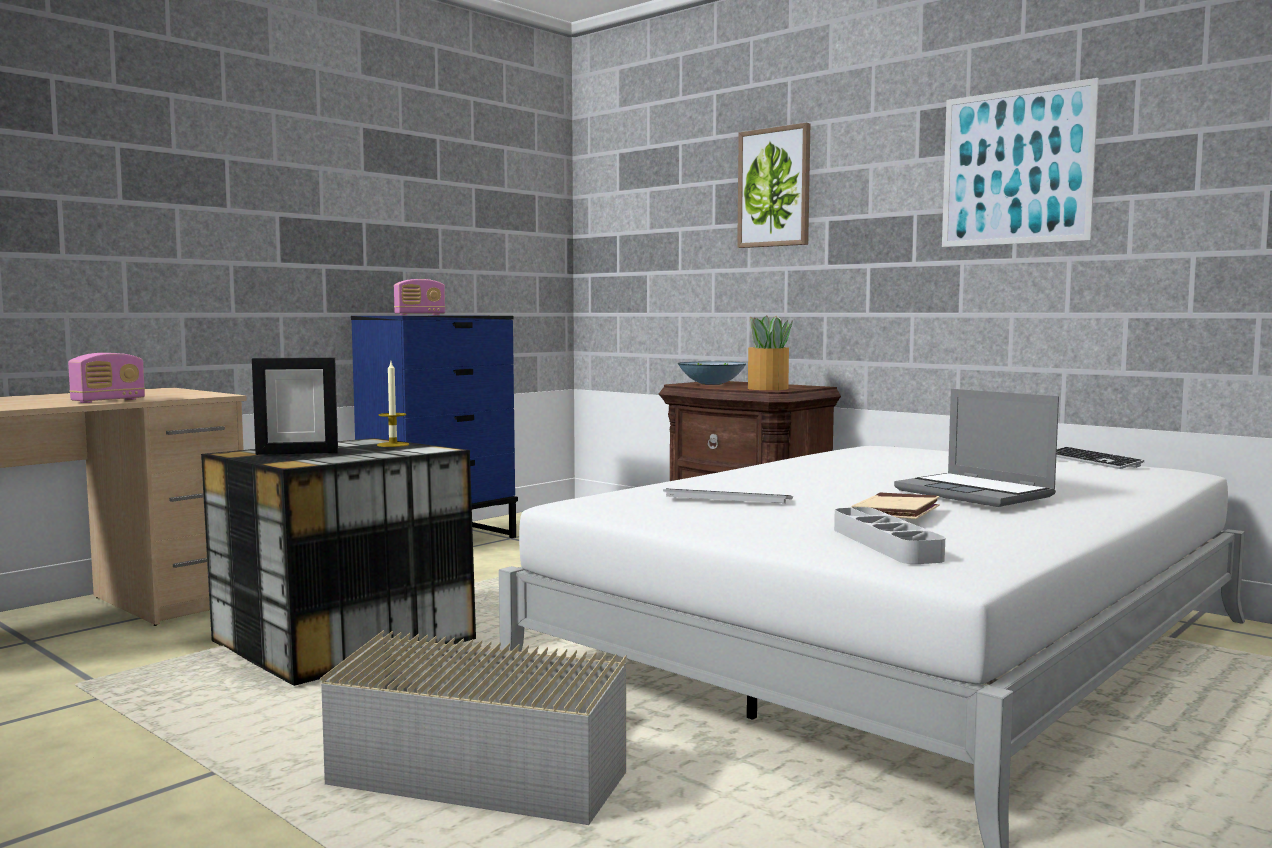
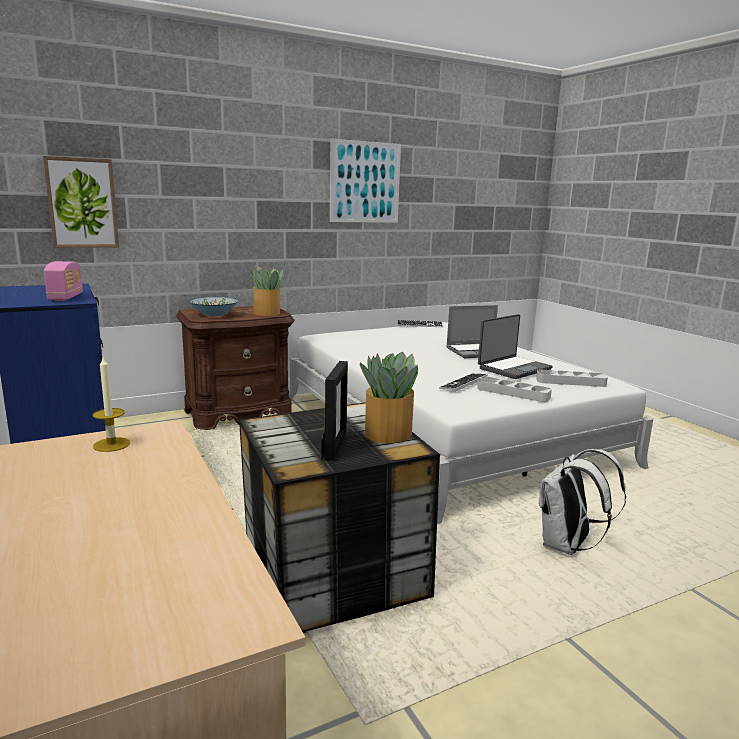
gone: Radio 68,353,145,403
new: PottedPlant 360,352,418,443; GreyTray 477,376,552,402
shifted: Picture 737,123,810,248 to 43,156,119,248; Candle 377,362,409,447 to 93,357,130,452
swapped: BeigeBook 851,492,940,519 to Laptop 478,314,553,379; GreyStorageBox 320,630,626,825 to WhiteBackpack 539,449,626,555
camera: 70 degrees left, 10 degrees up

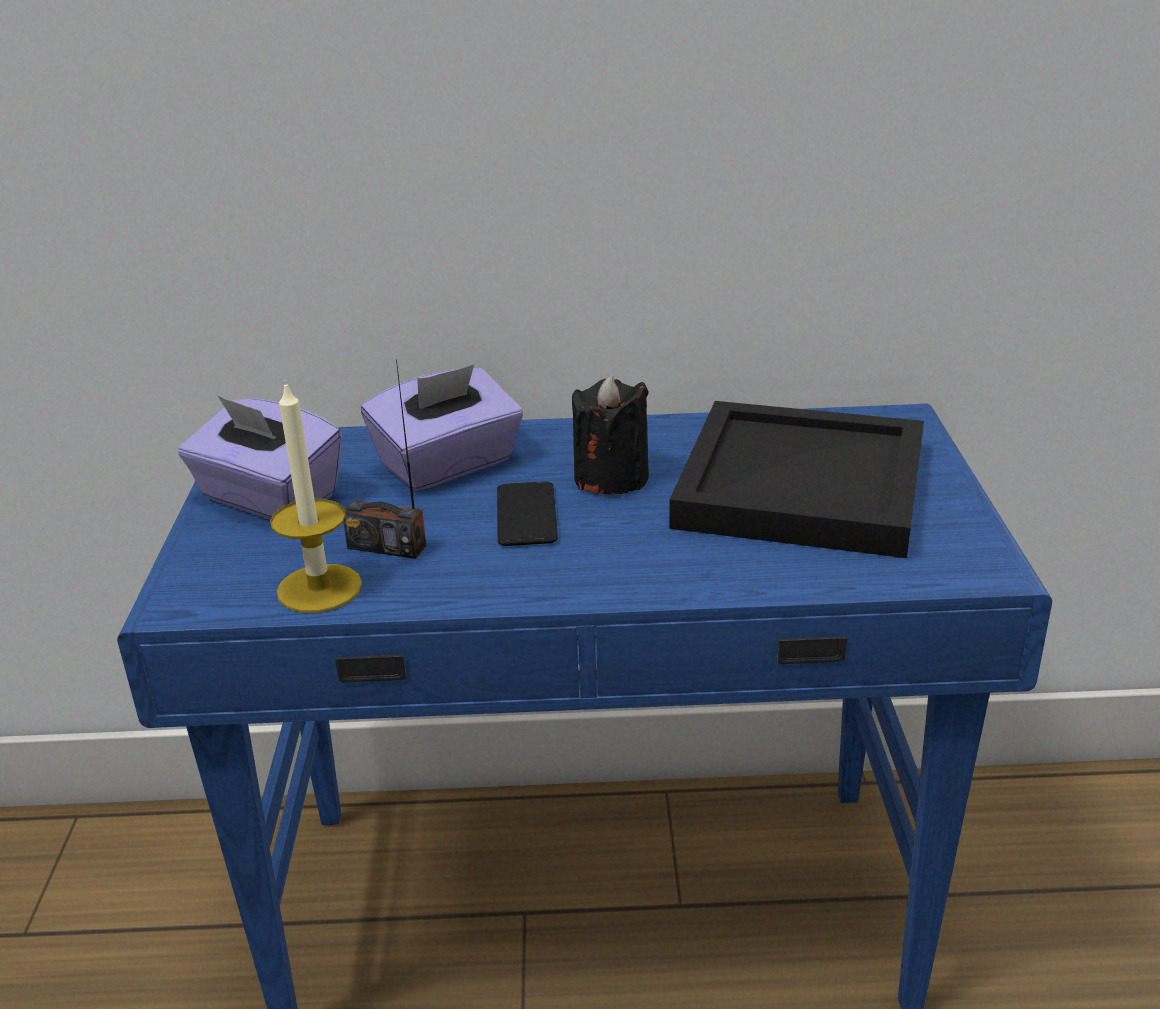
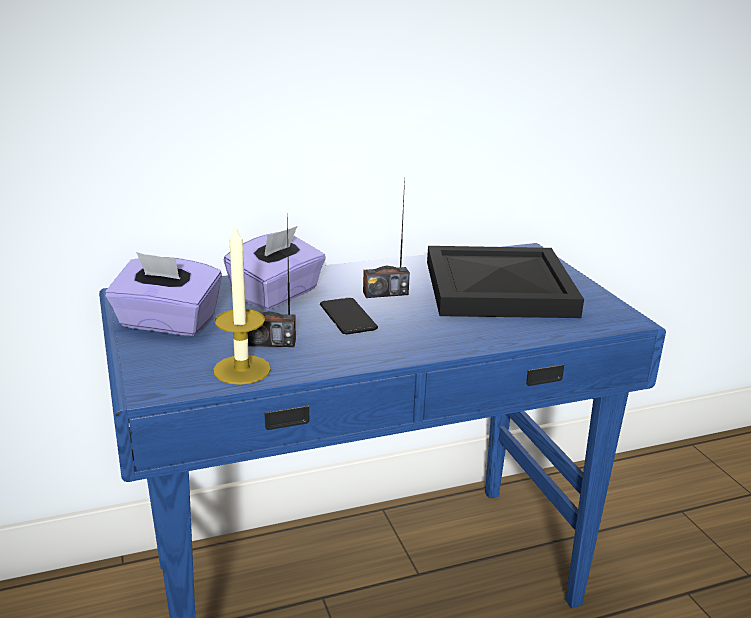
swapped: BlackCandle 572,375,649,495 to Radio 363,178,410,298
camera: 20 degrees left, 5 degrees down

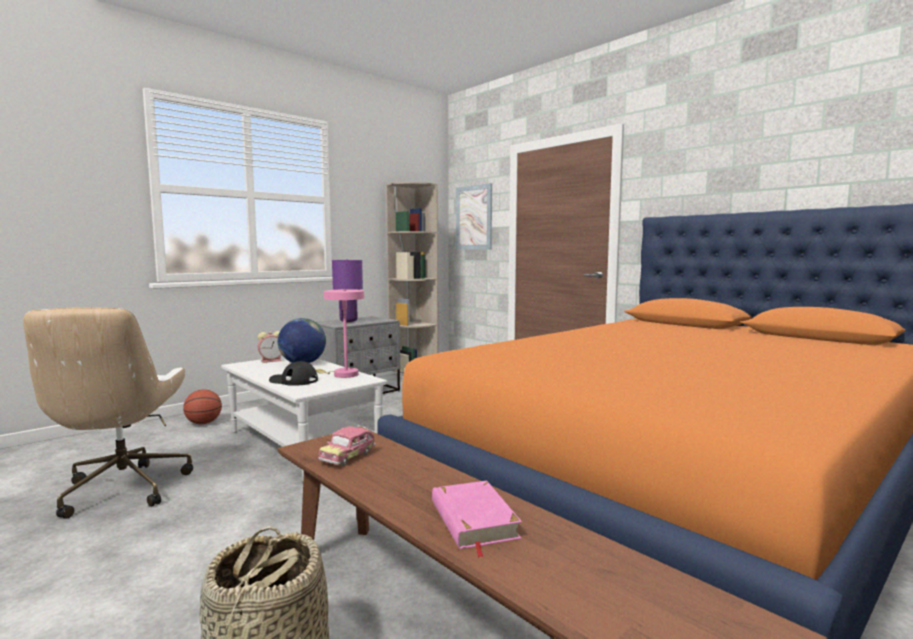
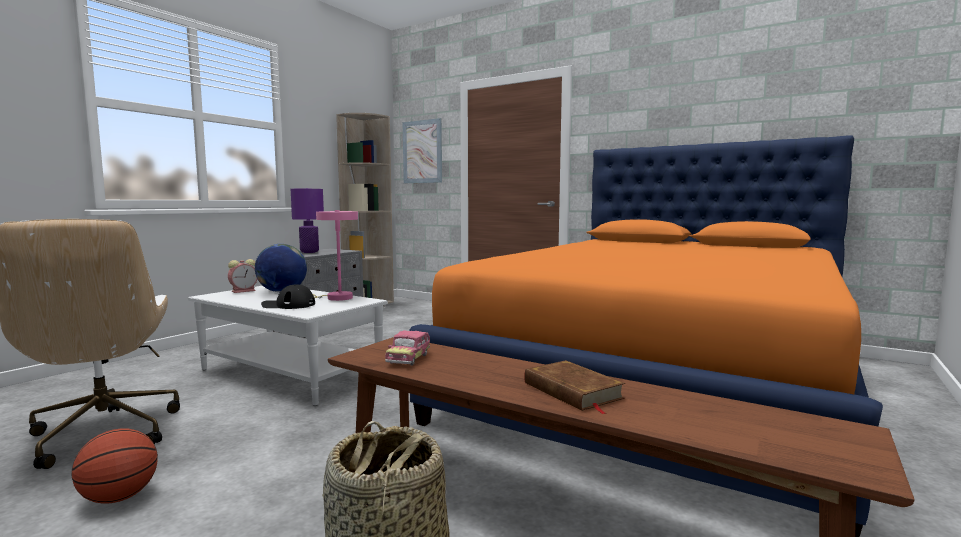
shifted: Basketball 183,389,222,424 to 72,428,158,504
repainted: PinkBook 432,481,522,558 to BrownBook 524,360,625,414
camera: 15 degrees left, 0 degrees up

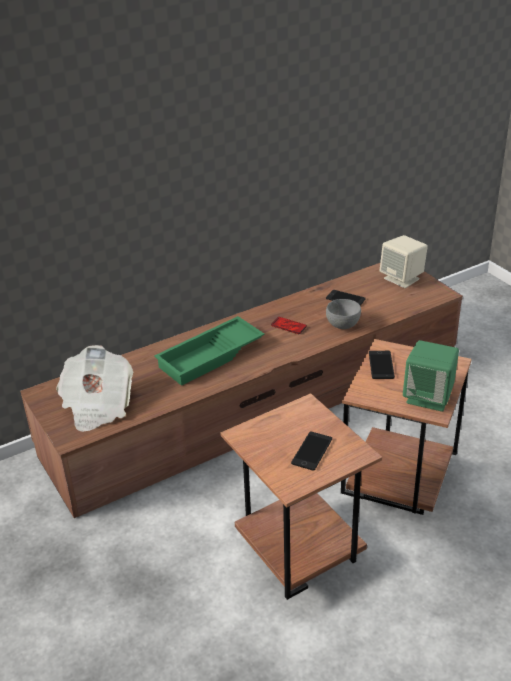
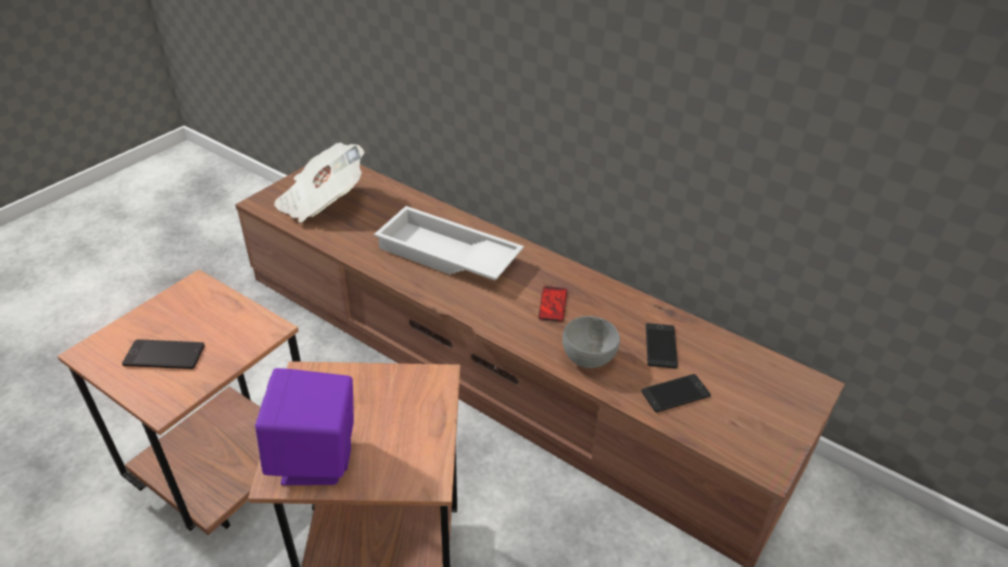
gone: BeigeSpeaker 379,235,428,288
shifted: Phone 369,351,395,379 to 641,374,711,413
repainted: GreenTray 154,316,265,386 to WhiteTray 374,206,524,280; GreenSpeaker 403,340,459,412 to PurpleSpeaker 255,368,354,485
camera: 65 degrees right, 5 degrees up

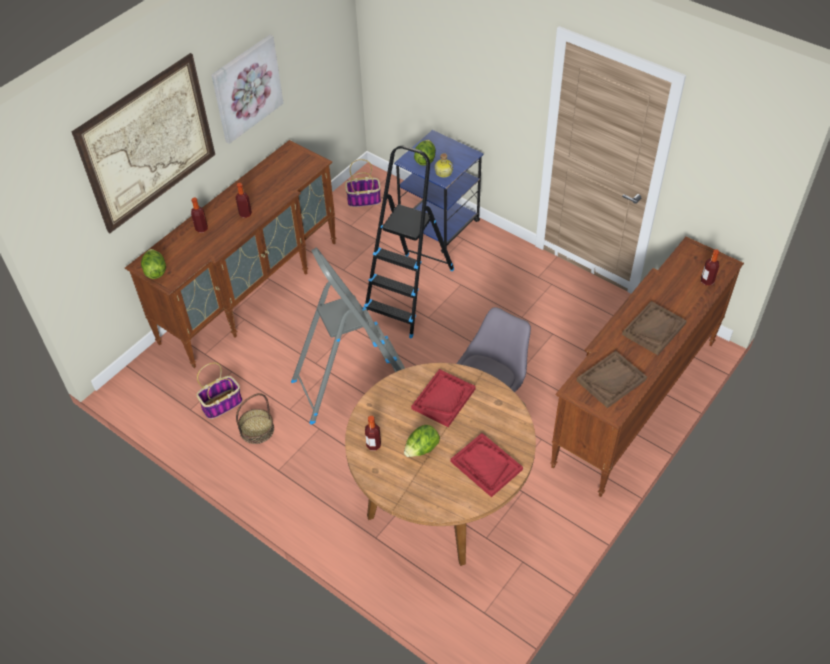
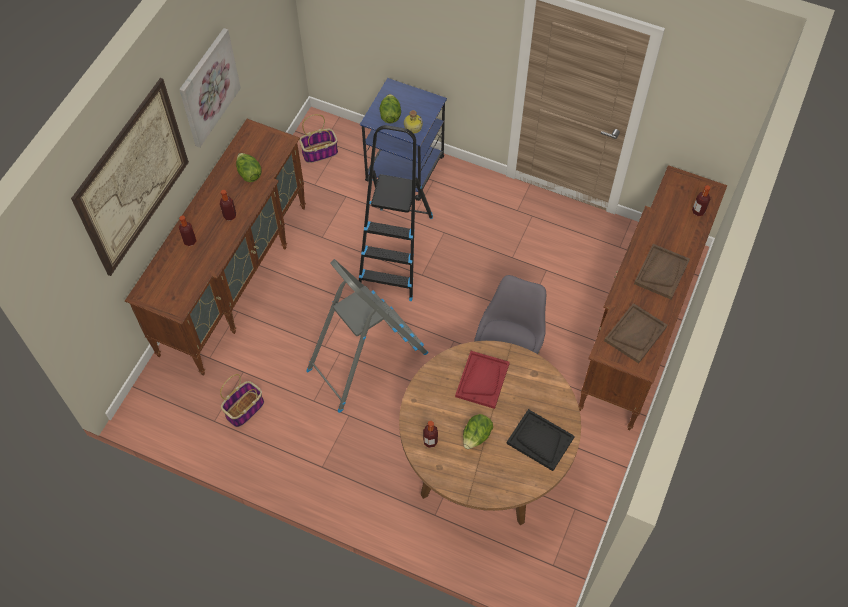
gone: Basket 236,393,274,444
shifted: Lettuce 141,249,166,279 to 236,153,262,182
repainted: RedTray 451,433,523,497 to BlackTray 506,409,575,471
camera: 15 degrees left, 10 degrees up

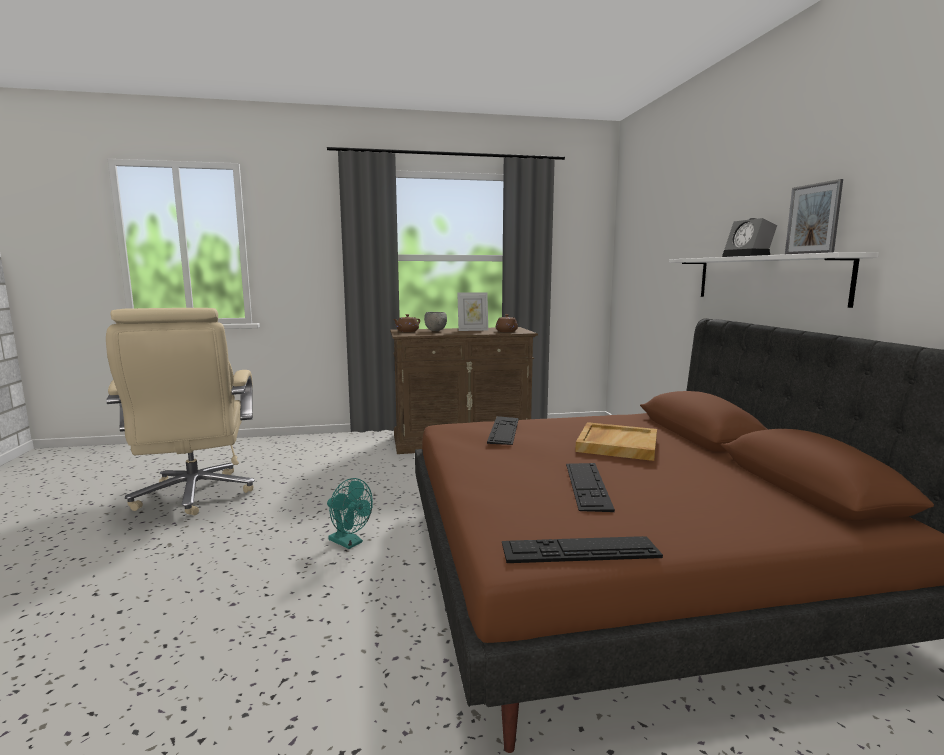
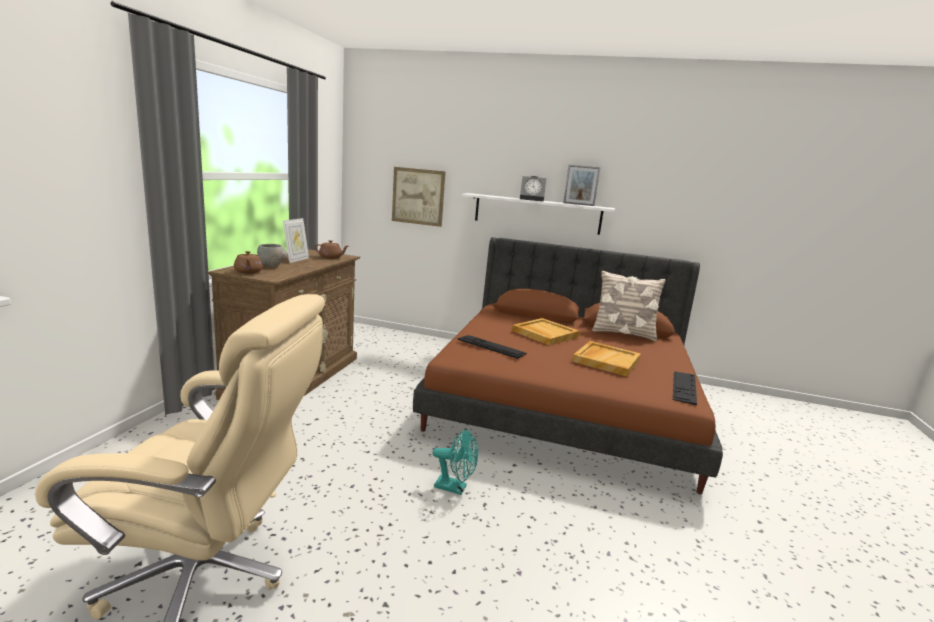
new: Picture 392,167,446,227; BeigePillow 592,271,665,341
swapped: Keyboard 566,463,615,512 to BeigeTray 572,341,641,377
rotated: TurquoiseFan 327,478,373,549 = 432,429,478,495 45 degrees clockwise
camera: 65 degrees left, 5 degrees up

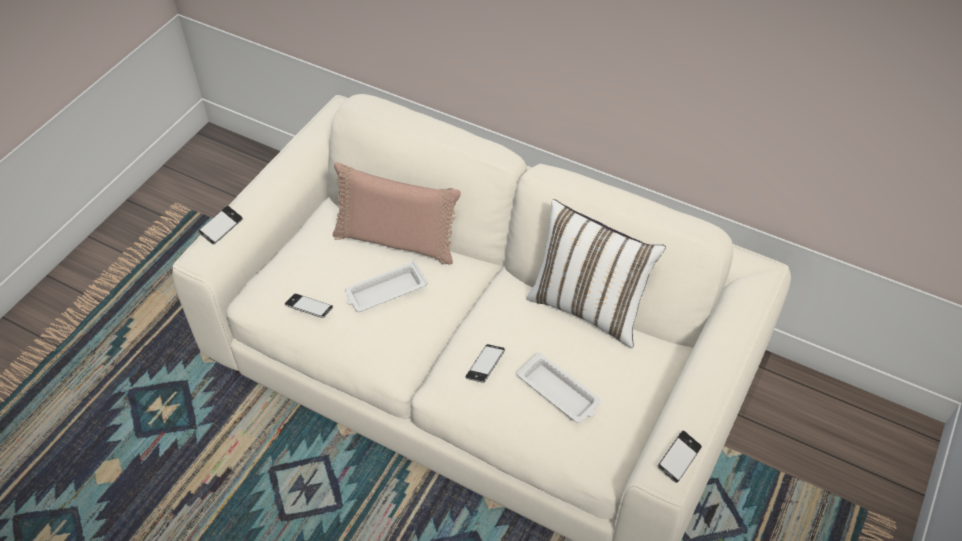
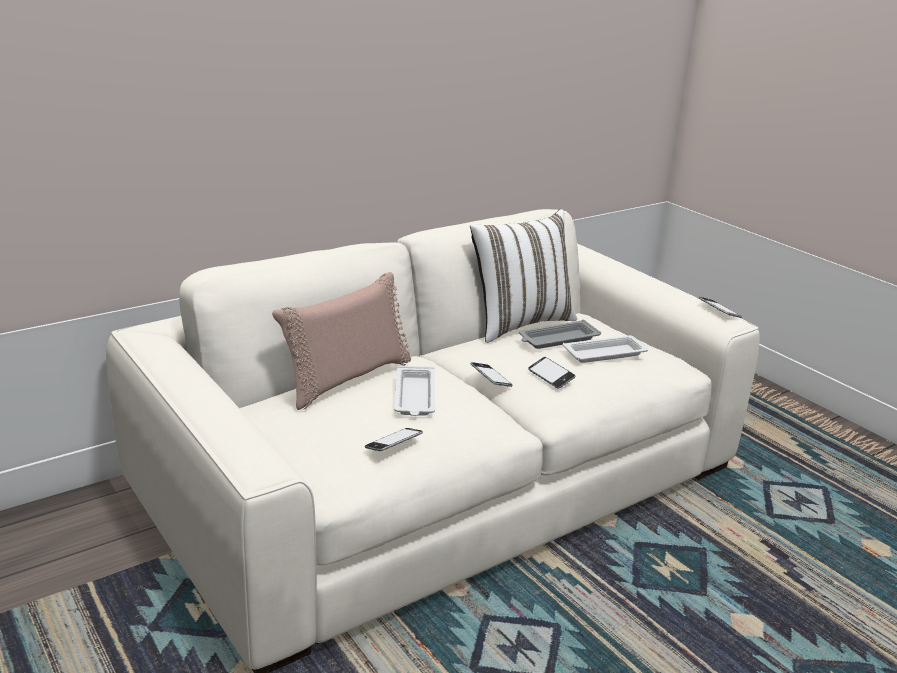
new: GreyTray 519,320,601,349
shifted: Phone 198,206,243,244 to 471,362,512,387
camera: 65 degrees left, 25 degrees down

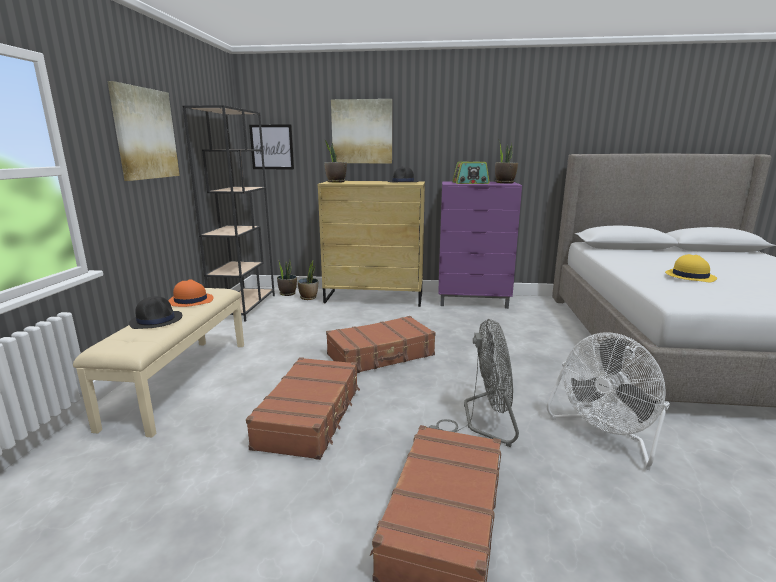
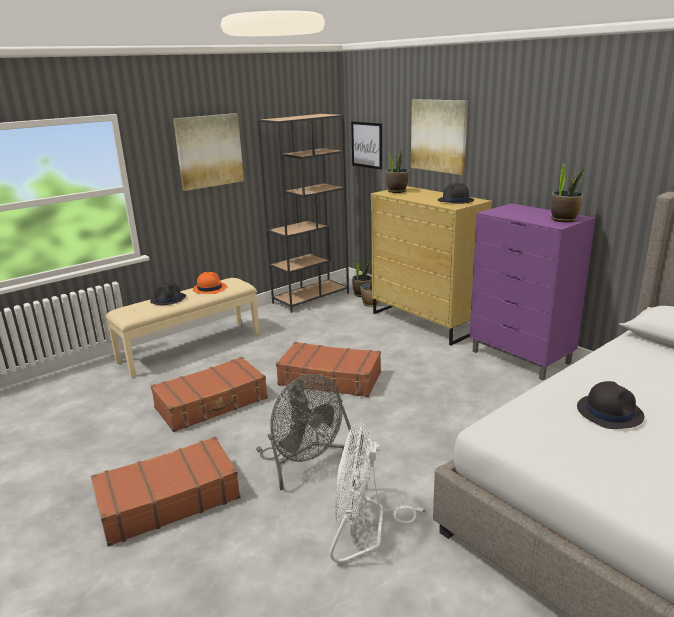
gone: Radio 452,161,489,184
repainted: YellowHat 665,254,717,282 to BlackHat 577,381,644,429
camera: 45 degrees right, 5 degrees up

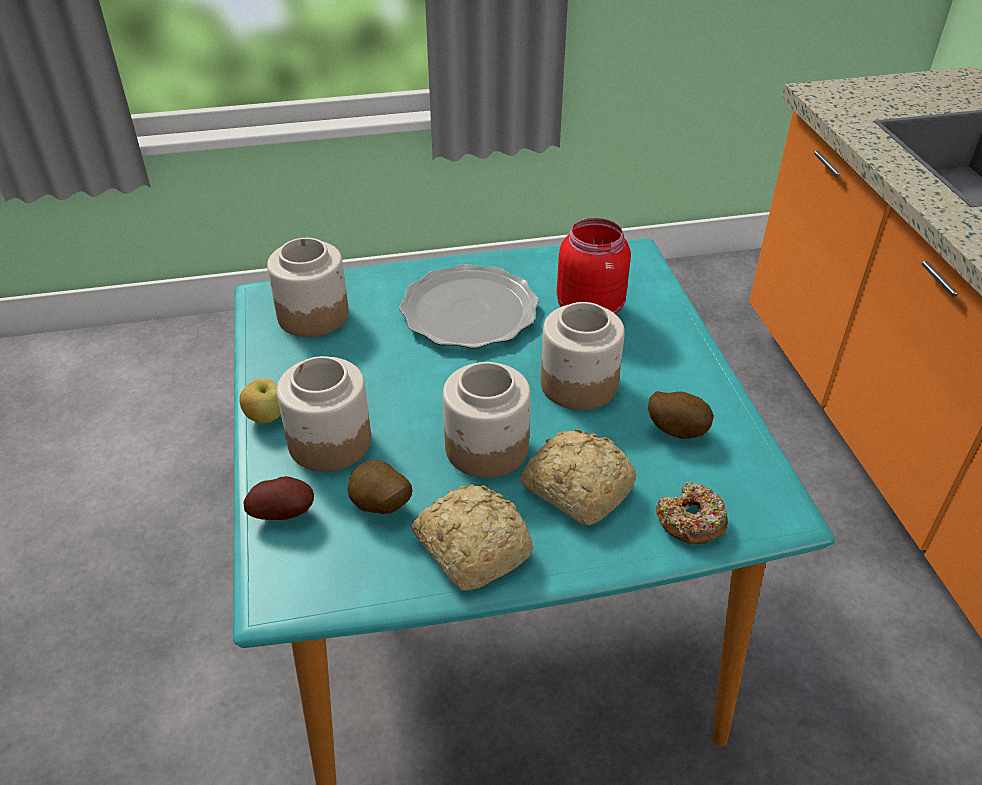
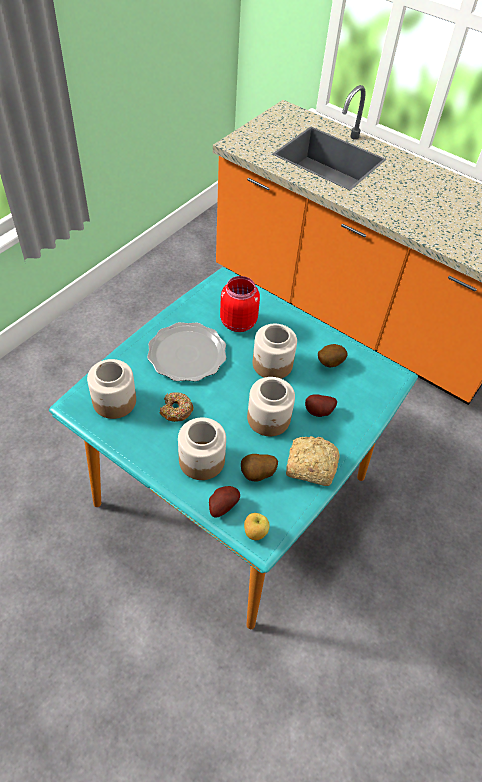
shifted: Apple 239,379,281,423 to 244,513,270,540; Donut 656,482,728,544 to 160,392,193,422
swapped: Bread 520,429,637,525 to Potato 305,394,337,417
camera: 45 degrees left, 10 degrees up

